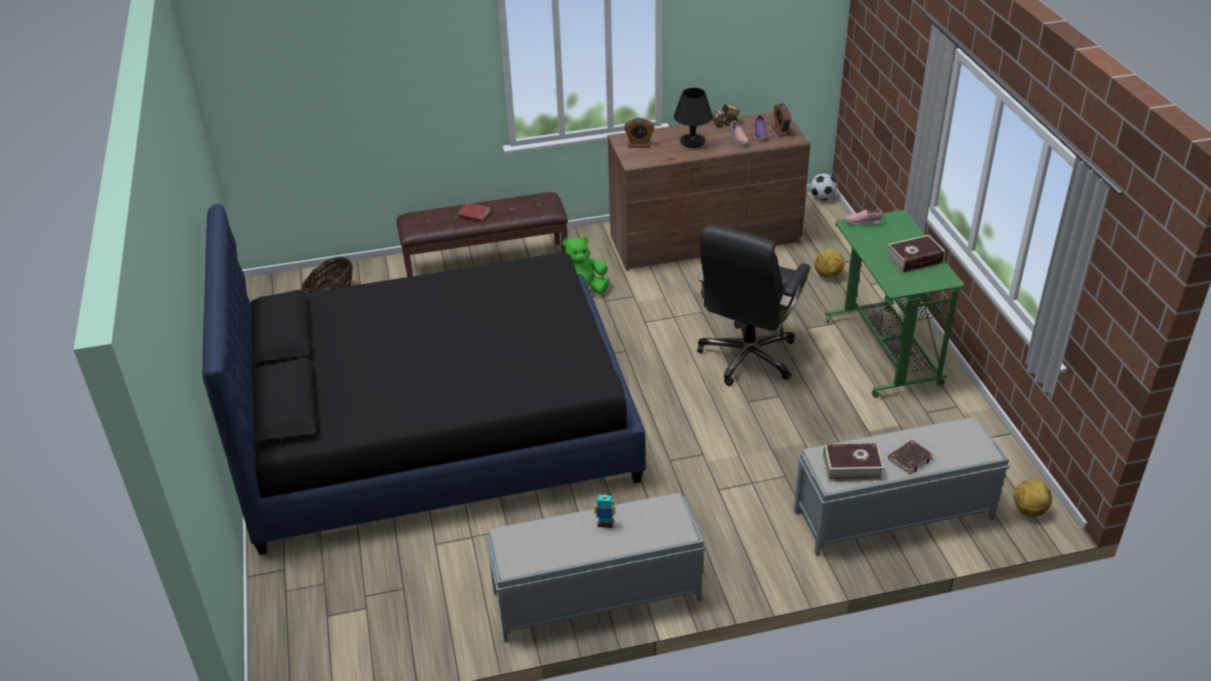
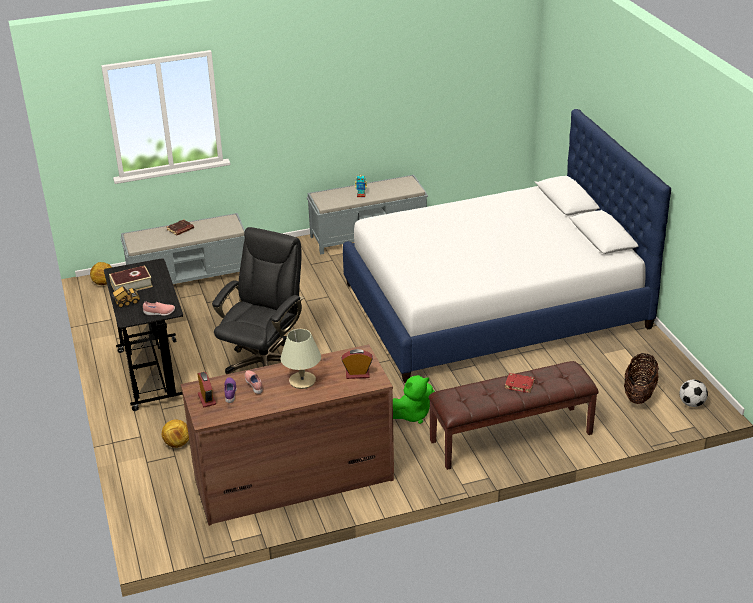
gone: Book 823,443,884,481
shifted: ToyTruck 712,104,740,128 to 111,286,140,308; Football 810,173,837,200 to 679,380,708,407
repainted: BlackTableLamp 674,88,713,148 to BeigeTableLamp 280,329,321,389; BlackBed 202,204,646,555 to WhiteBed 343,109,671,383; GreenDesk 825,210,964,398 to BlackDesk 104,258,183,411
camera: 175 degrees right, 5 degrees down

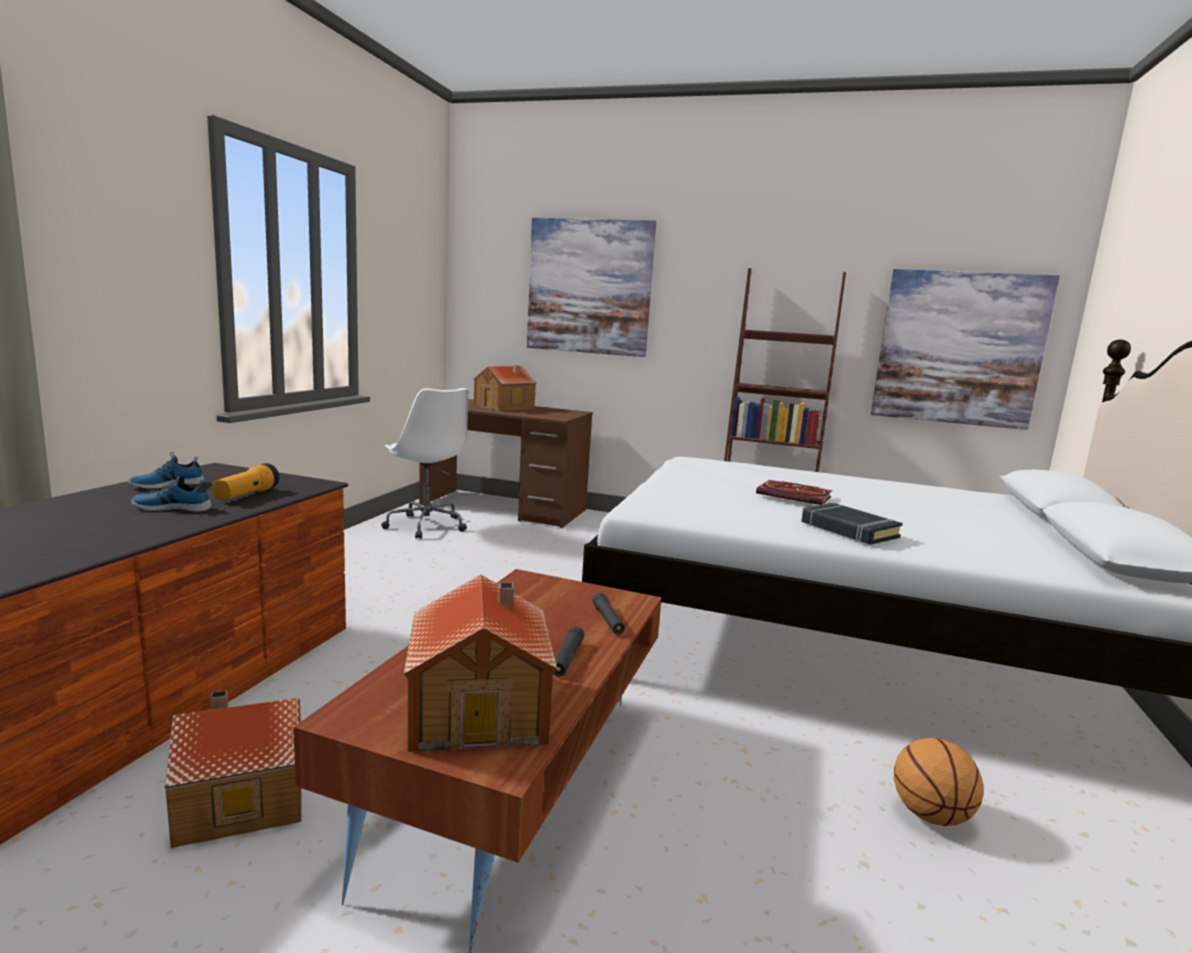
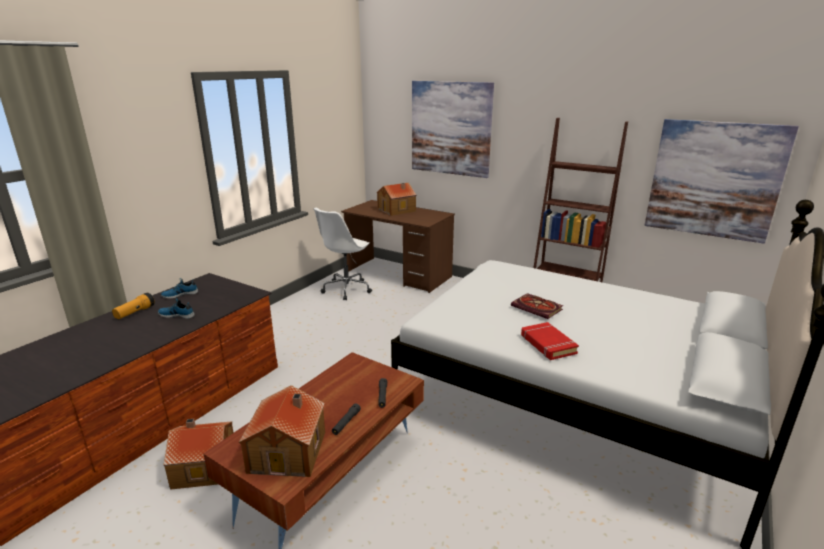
gone: Basketball 894,738,983,826
shifted: Flashlight 212,463,280,500 to 112,293,155,319
repainted: BlackBook 801,503,903,545 to RedBook 521,322,579,360
rotated: WhiteOfficeChair 381,388,469,539 = 314,208,372,300 60 degrees clockwise
camera: 15 degrees right, 10 degrees up

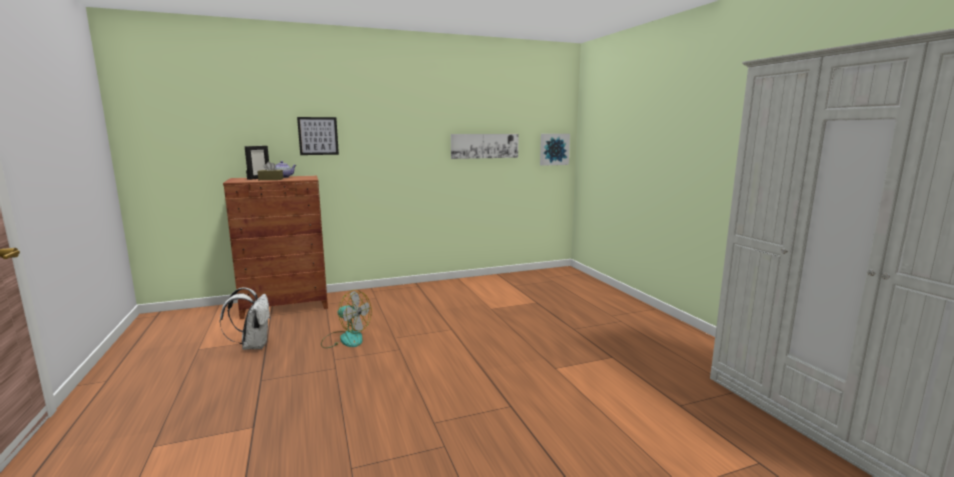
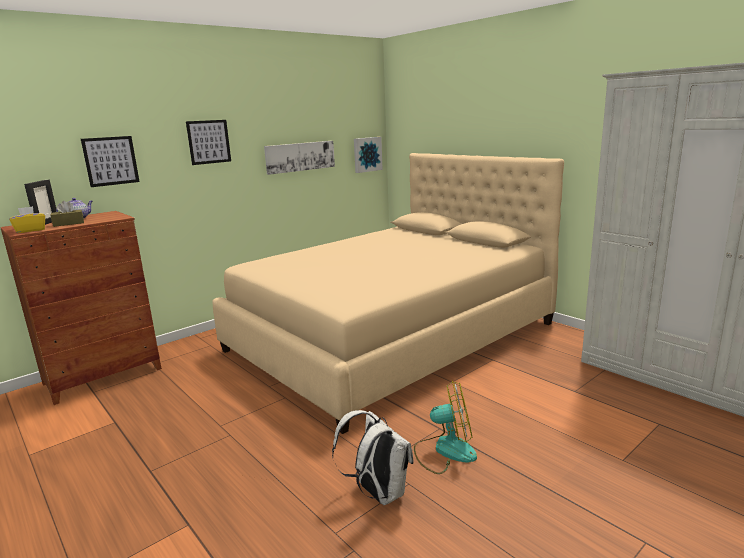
new: Picture 186,120,231,165; BeigeBed 212,153,564,434; YellowTissueBox 9,206,45,233
shifted: WhiteBackpack 220,287,271,350 to 332,410,414,505; Fan 321,290,372,348 to 414,380,477,474
camera: 20 degrees left, 5 degrees up

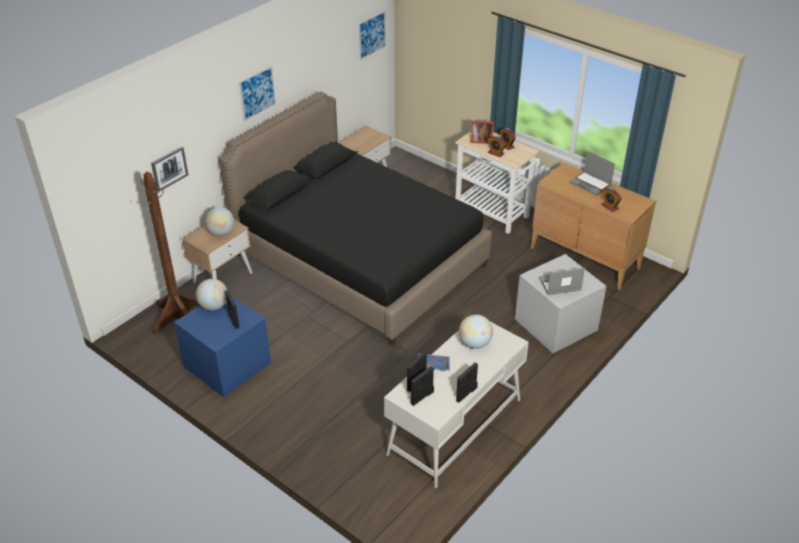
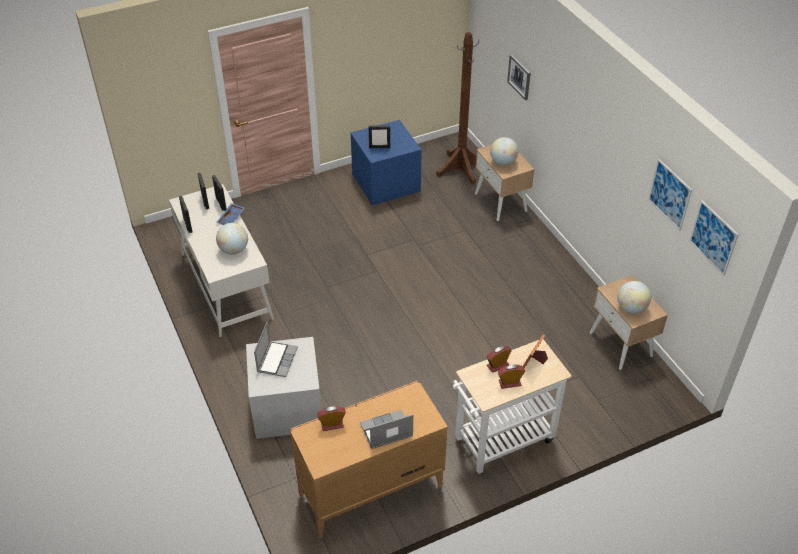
gone: BlackBed 219,91,492,346
shifted: Picture 239,65,276,121 to 648,159,692,231; Globe 196,279,227,310 to 617,281,651,314
camera: 115 degrees right, 5 degrees up

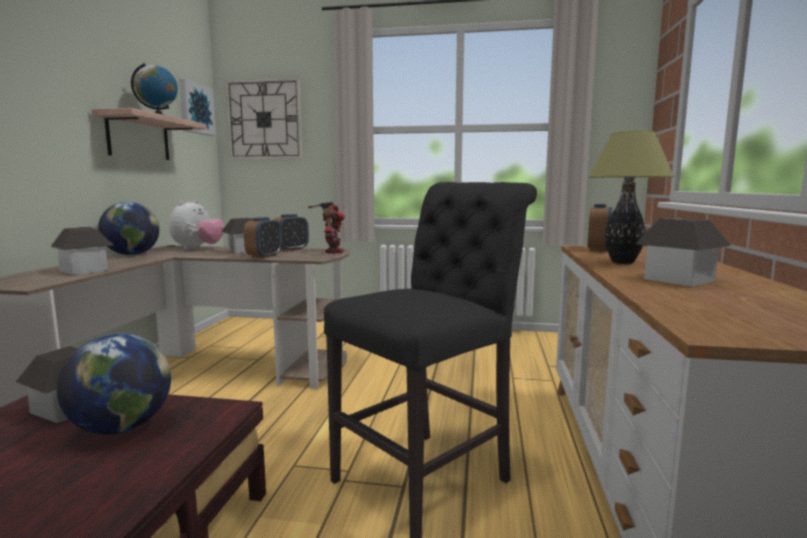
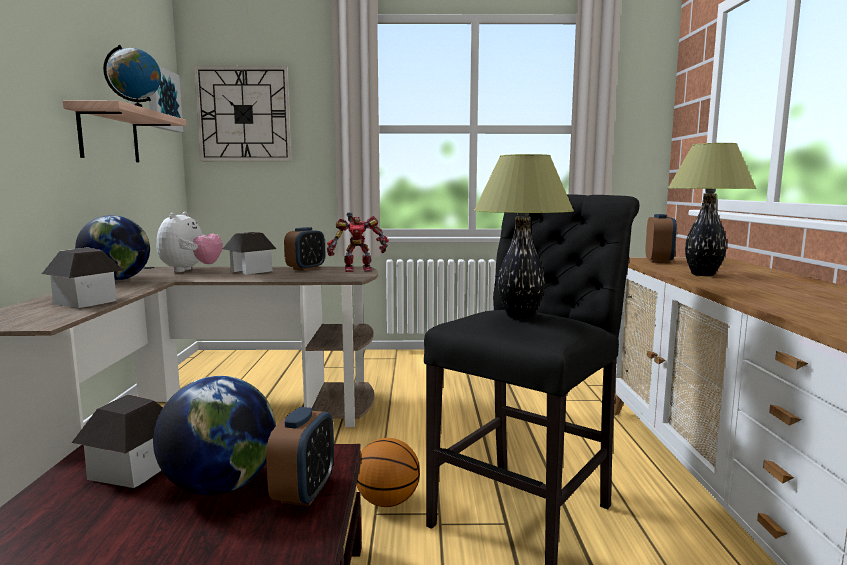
gone: ToyHouse 635,218,731,287
new: TableLamp 474,154,574,319; Basketball 356,438,420,507
shifted: AlarmClock 244,217,282,259 to 266,407,334,506
rotated: ToyRobot 308,201,345,253 = 327,212,389,272 90 degrees clockwise
camera: 10 degrees left, 0 degrees up

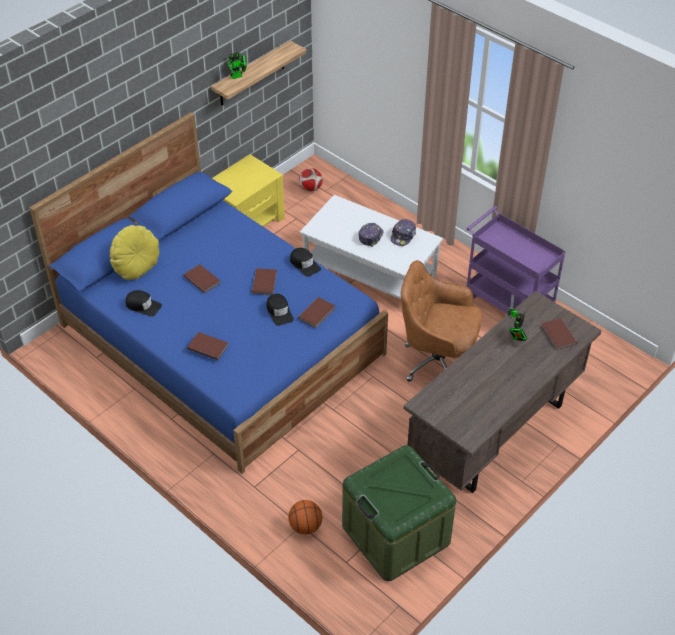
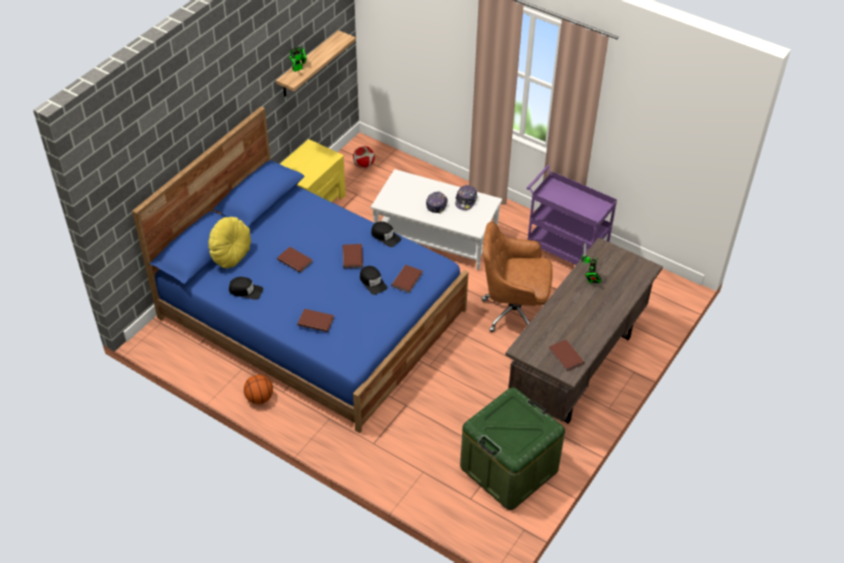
shifted: BrownBook 541,318,577,350 to 549,340,585,372; Basketball 288,500,322,535 to 244,375,273,404
camera: 10 degrees left, 0 degrees up

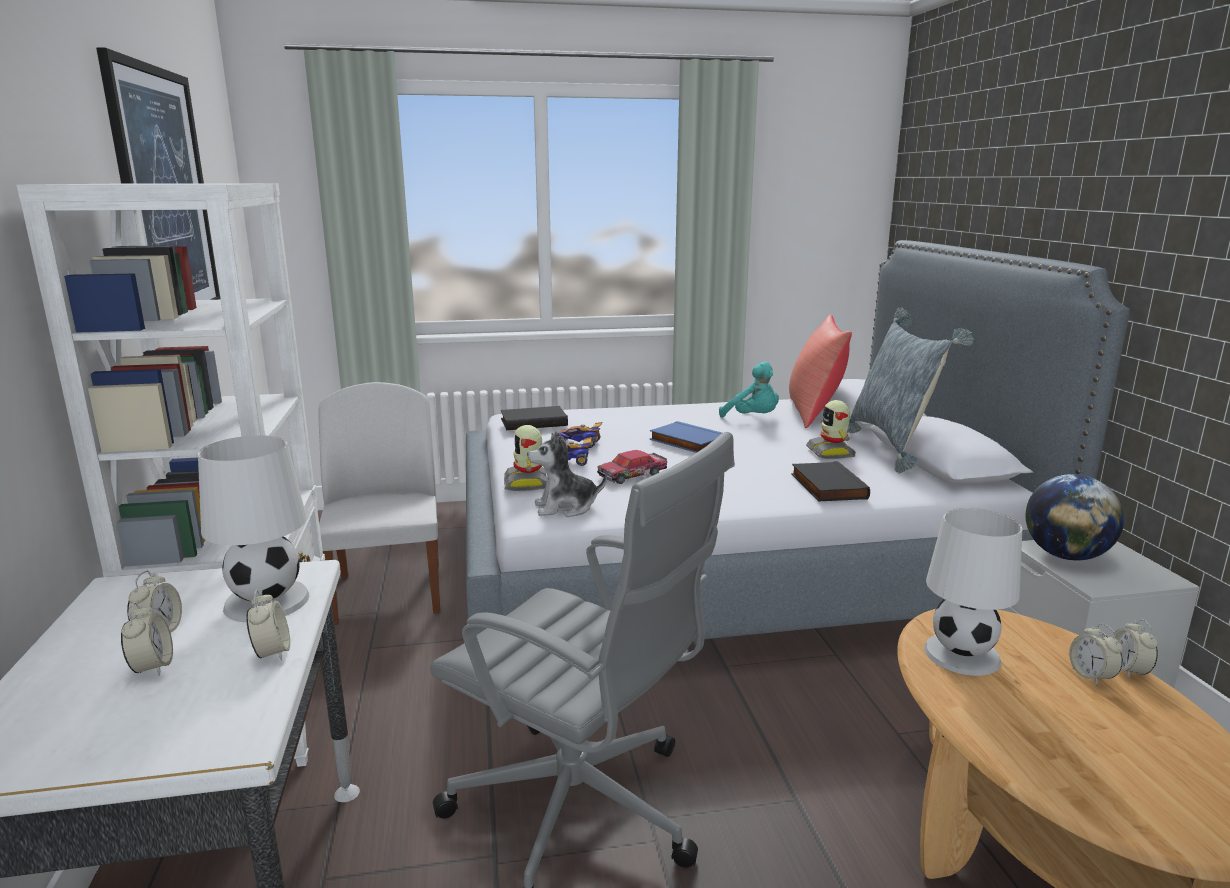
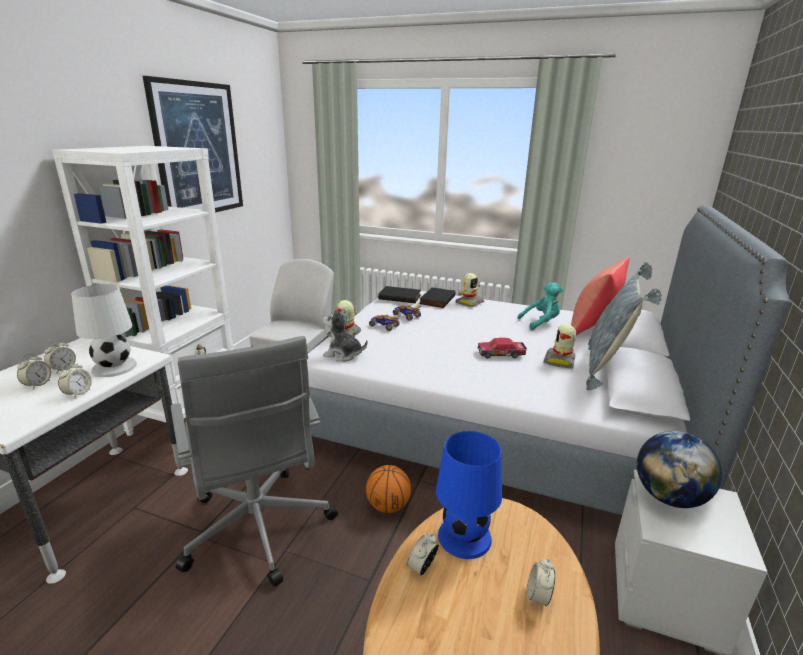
gone: BlueBook 649,421,722,453
new: ToyRobot 456,273,484,307; Basketball 366,465,411,513
shifted: ToyCar 597,450,667,484 to 478,338,527,359; BlackBook 791,461,870,501 to 419,287,456,308; AlarmClock 1112,619,1158,679 to 406,533,439,575
repainted: WhiteTableLamp 924,508,1022,676 to BlueTableLamp 436,431,502,559
rotated: TurquoisePlushToy 719,362,779,418 = 518,282,563,330 90 degrees counterclockwise
camera: 30 degrees right, 5 degrees up

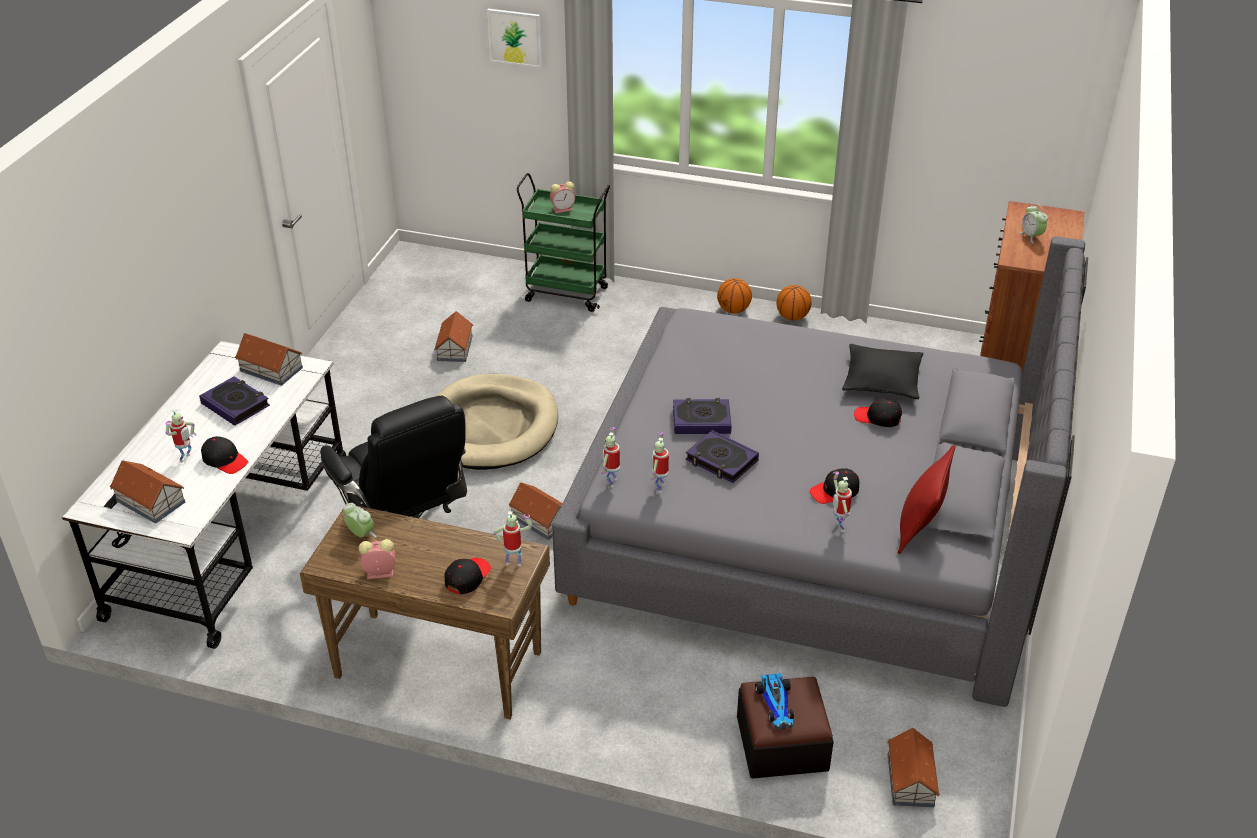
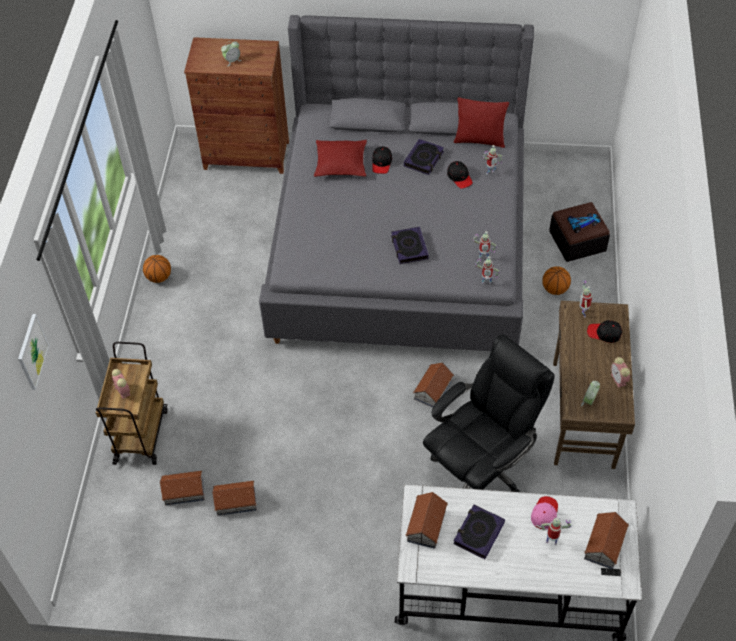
gone: BeigeDogBed 435,374,558,470
shifted: Basketball 717,278,752,314 to 542,266,571,295; Book 686,430,759,483 to 404,139,444,175; ToyHouse 887,728,940,807 to 160,471,204,505
repainted: GreenCart 517,173,610,312 to BrownCart 96,342,168,465; BlackPillow 842,344,923,399 to RedPillow 314,140,367,177; BlackCap 201,436,248,474 to PinkCap 531,496,558,529
camera: 100 degrees left, 15 degrees up

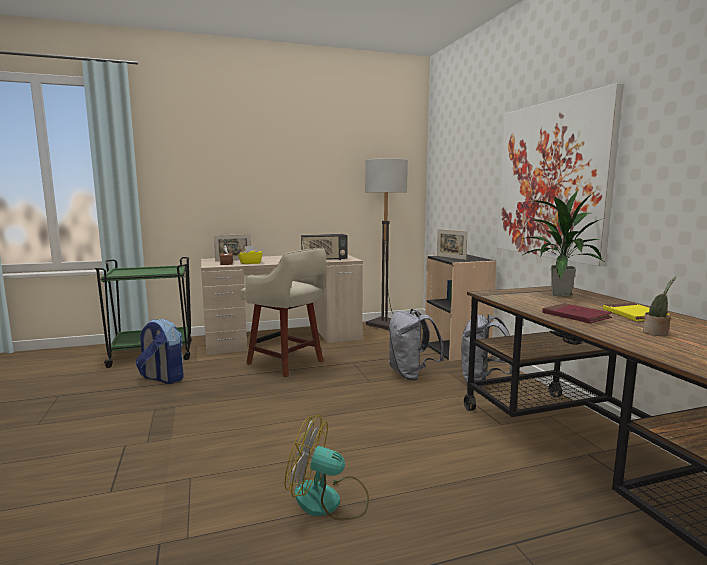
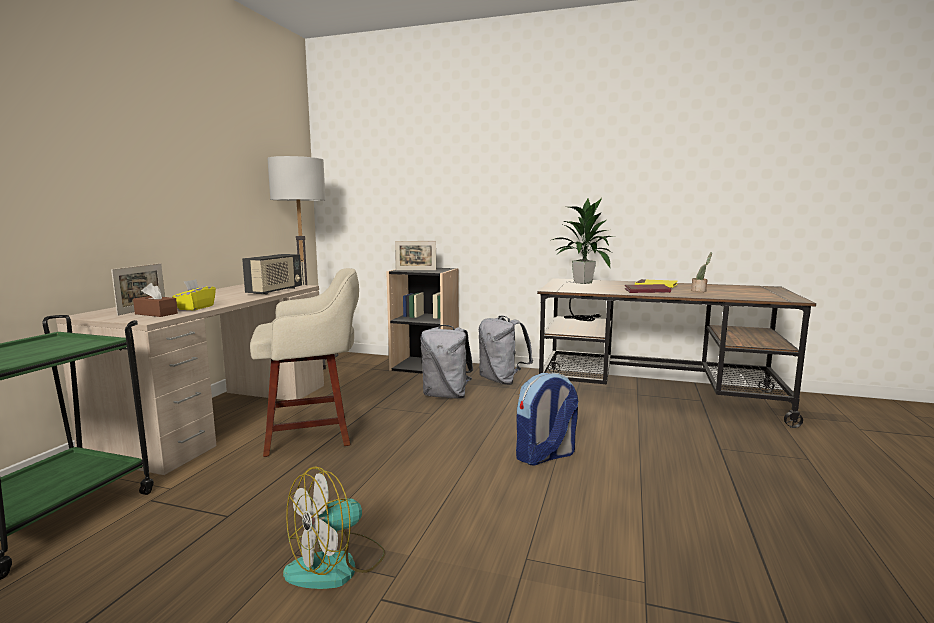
gone: Picture 497,83,624,266
shifted: Backpack 136,319,184,384 to 516,373,578,466; Fan 285,415,369,521 to 283,466,385,589
camera: 55 degrees left, 0 degrees up

